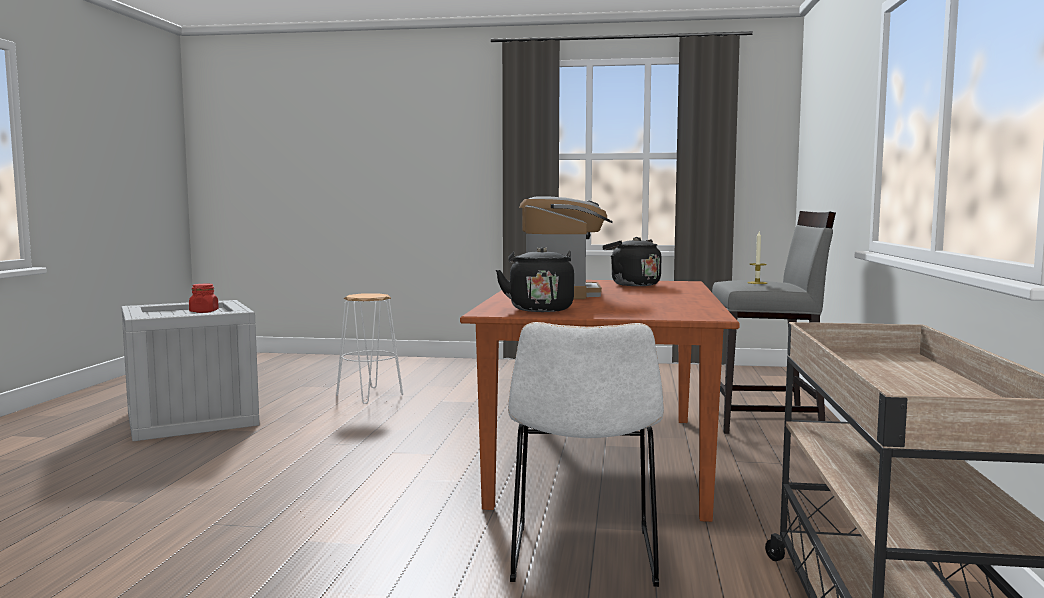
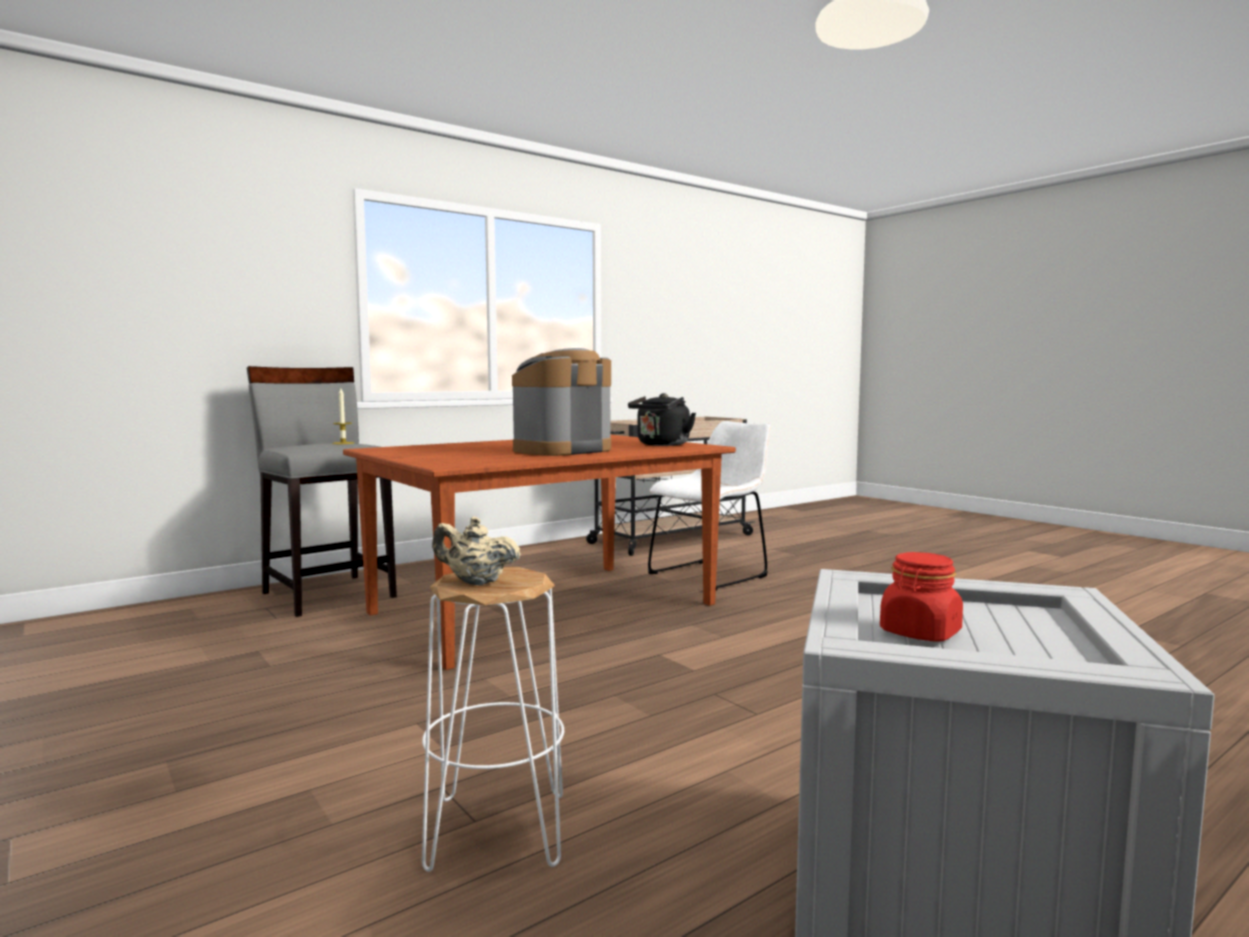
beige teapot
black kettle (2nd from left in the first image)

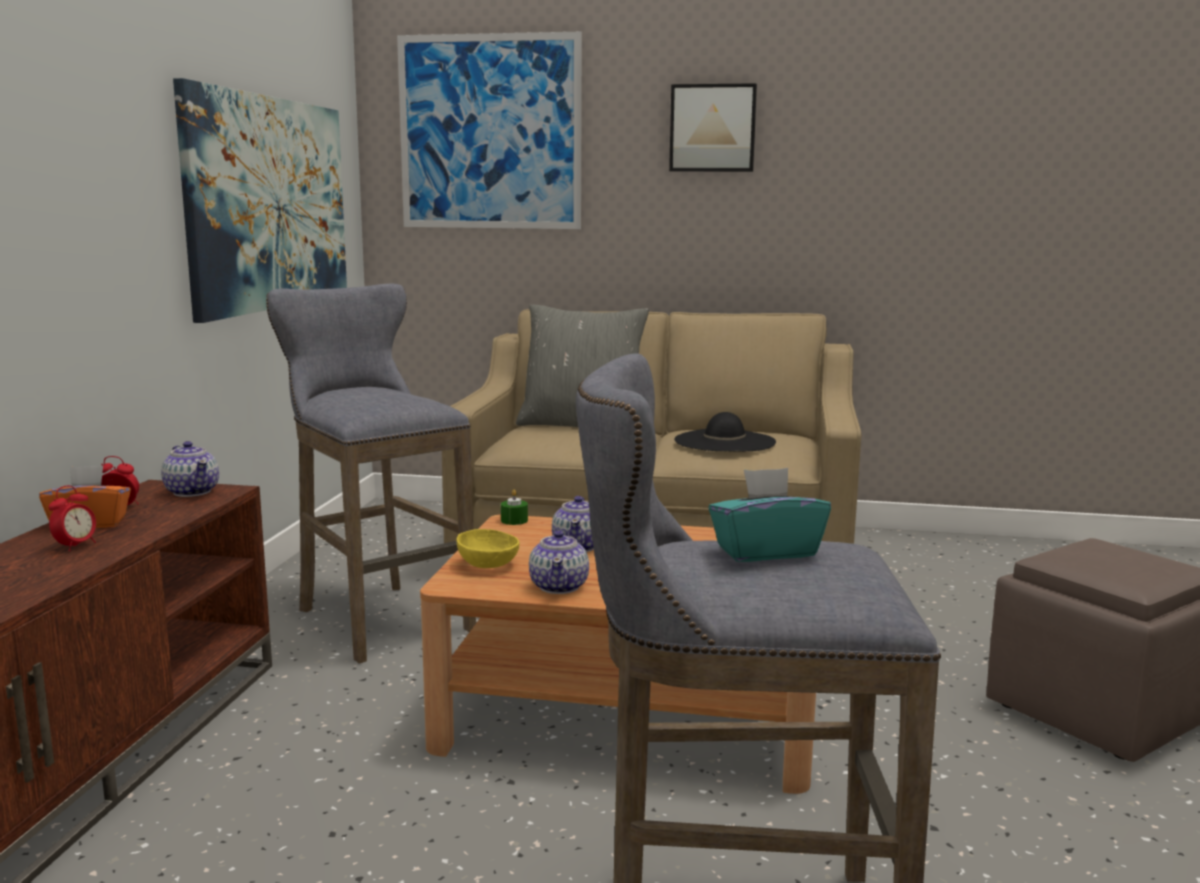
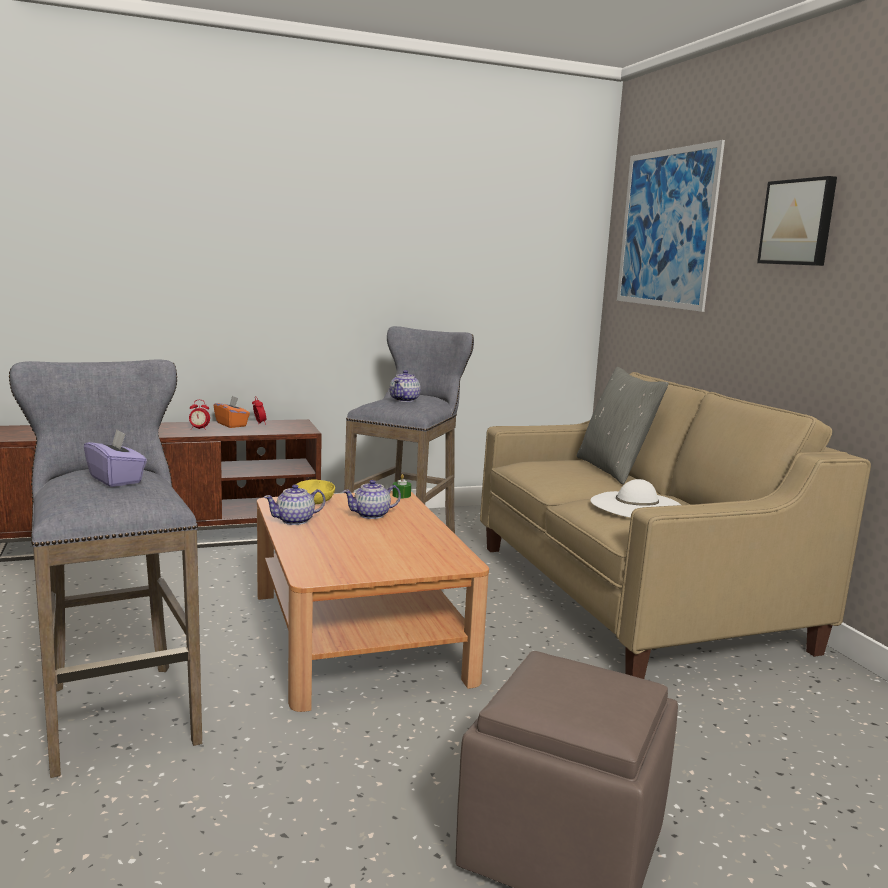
purple tissue box
teapot (3rd from left)
white hat
picture (1st from left in the first image)

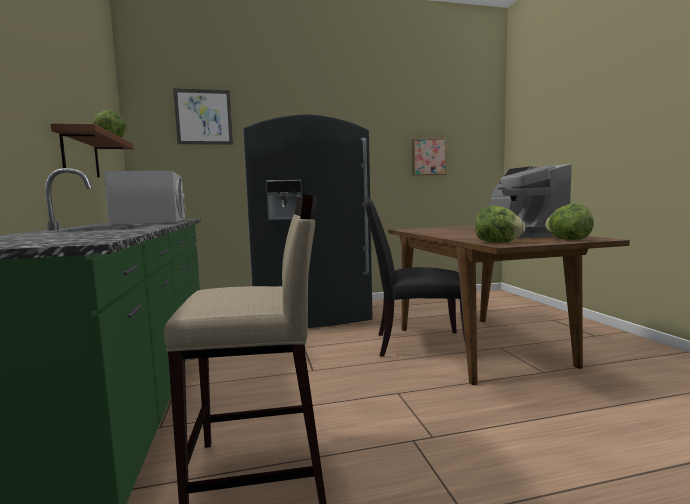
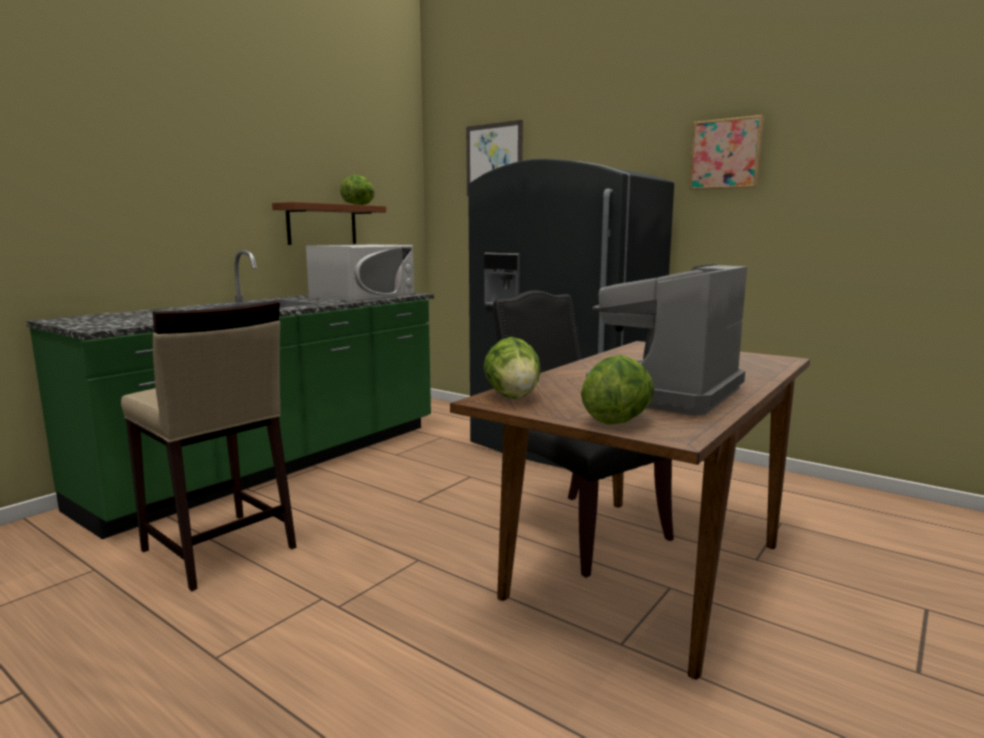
picture (2nd from left)

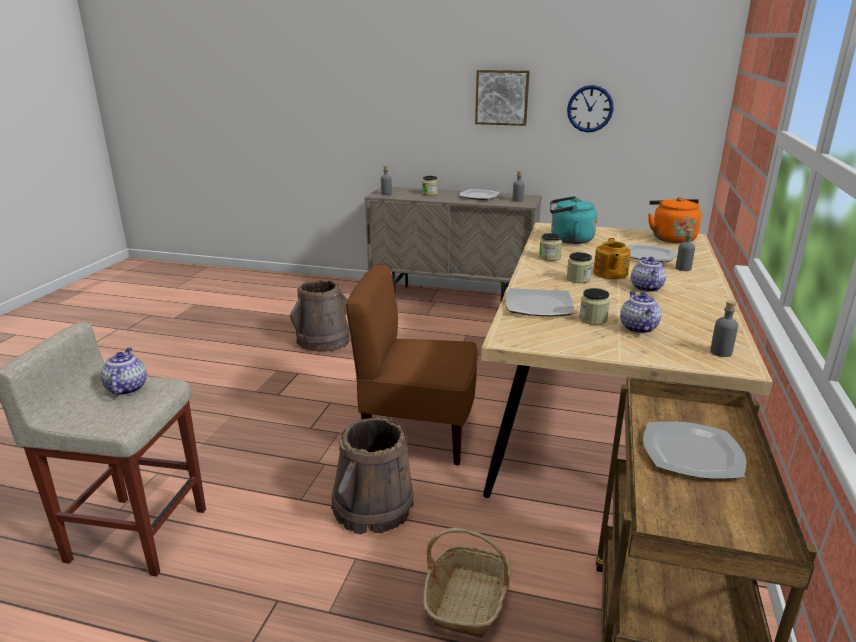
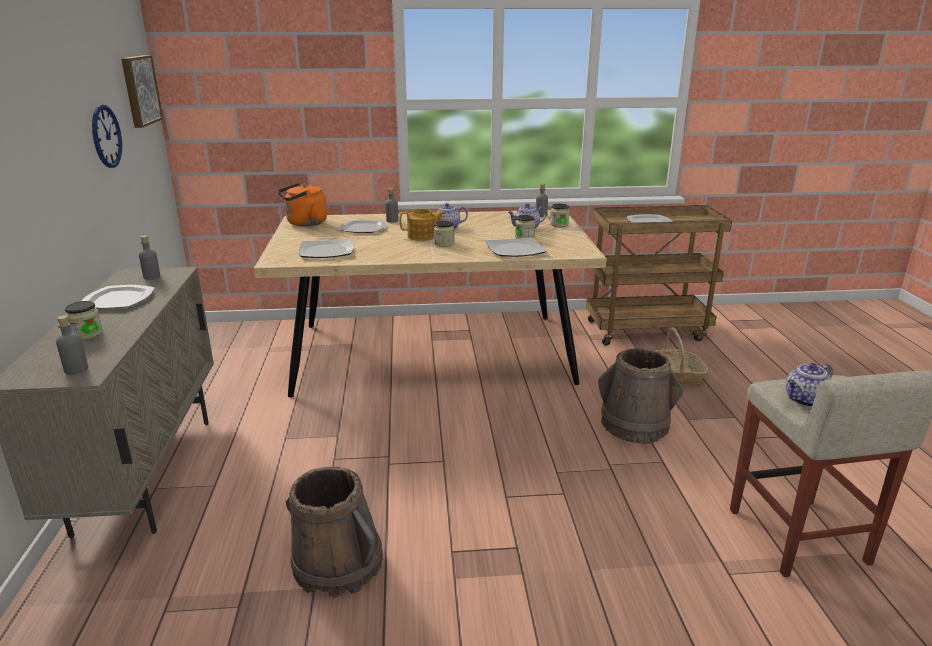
picture
plate (2nd from left)
jar (4th from left)
brown chair

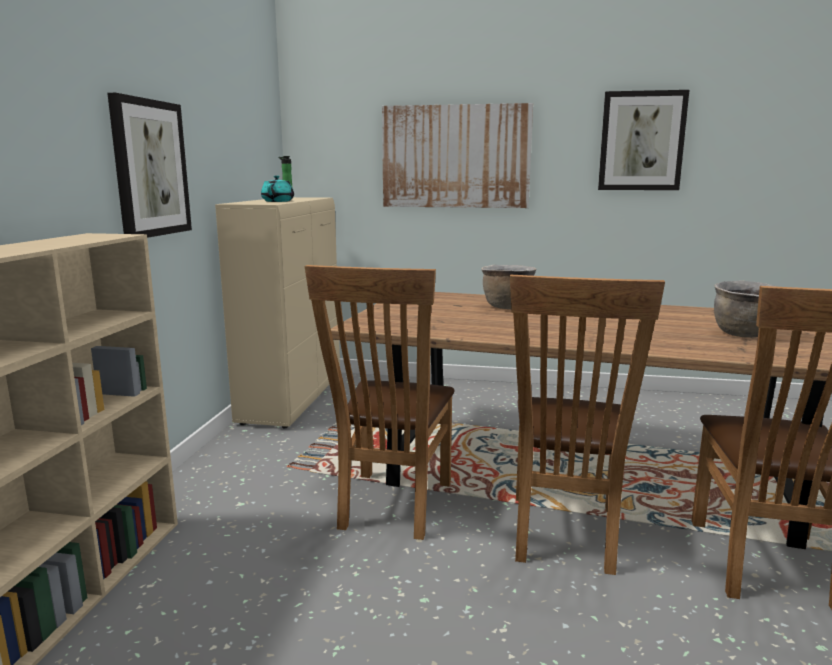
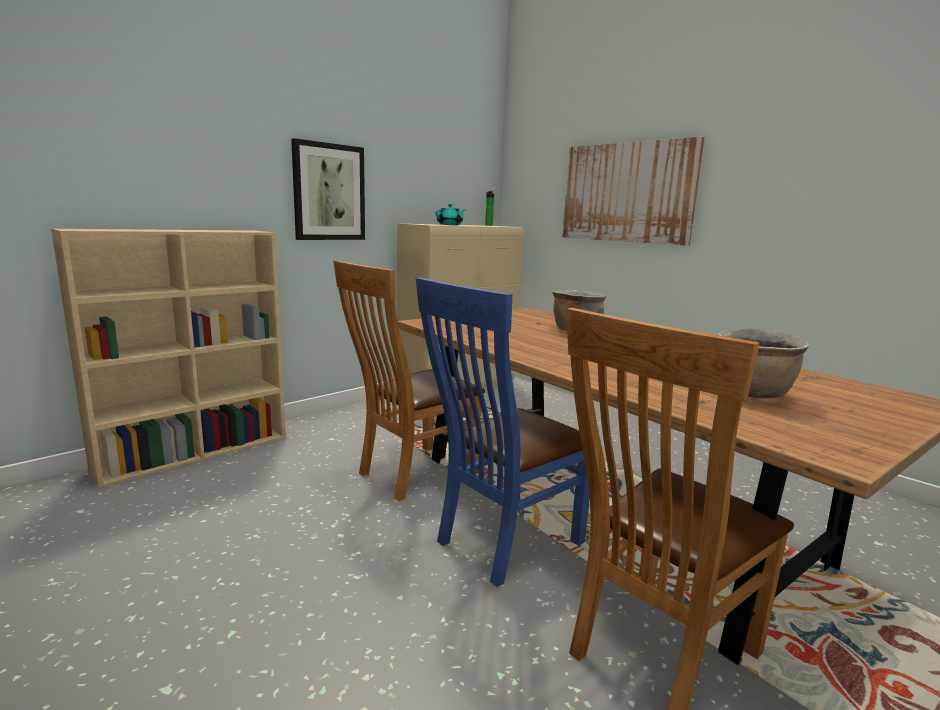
blue chair
picture (3rd from left in the first image)

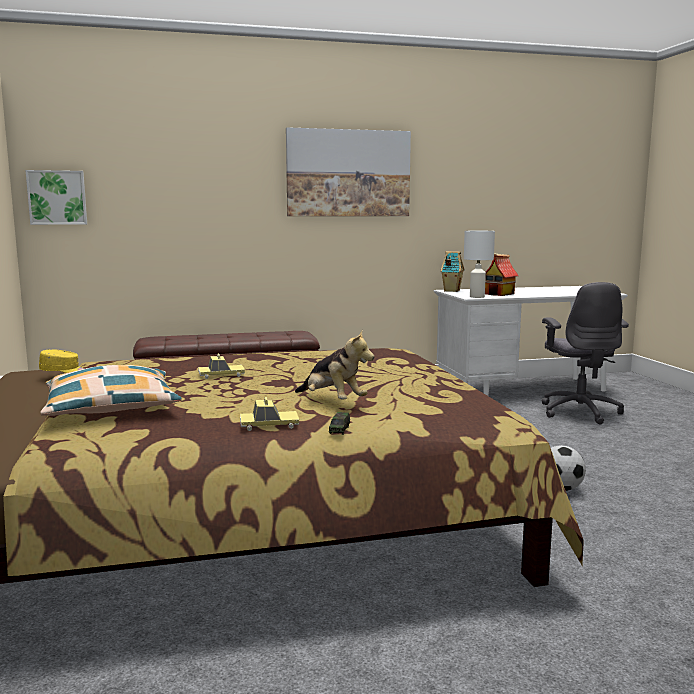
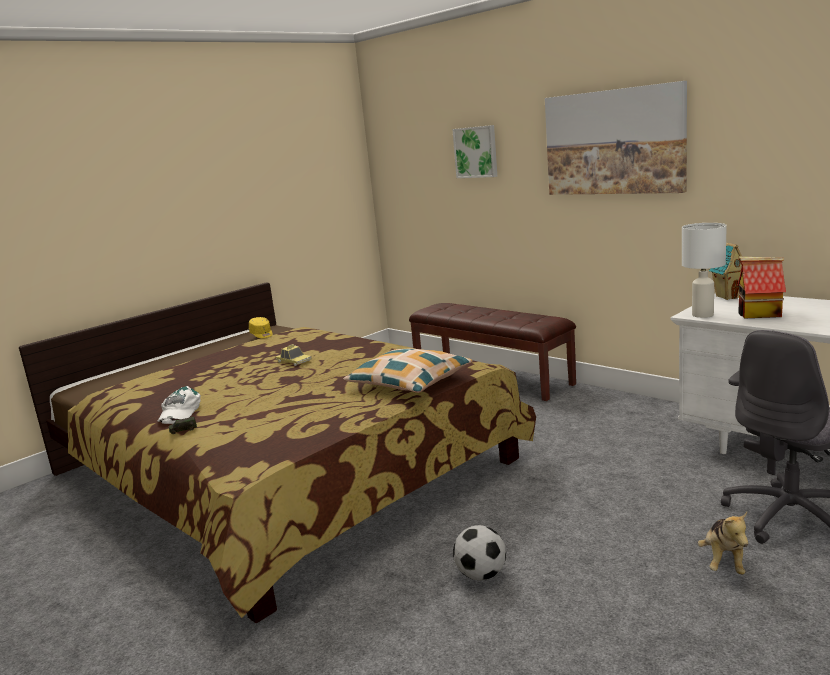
white cap
pillow
picture (1st from left)
plush toy

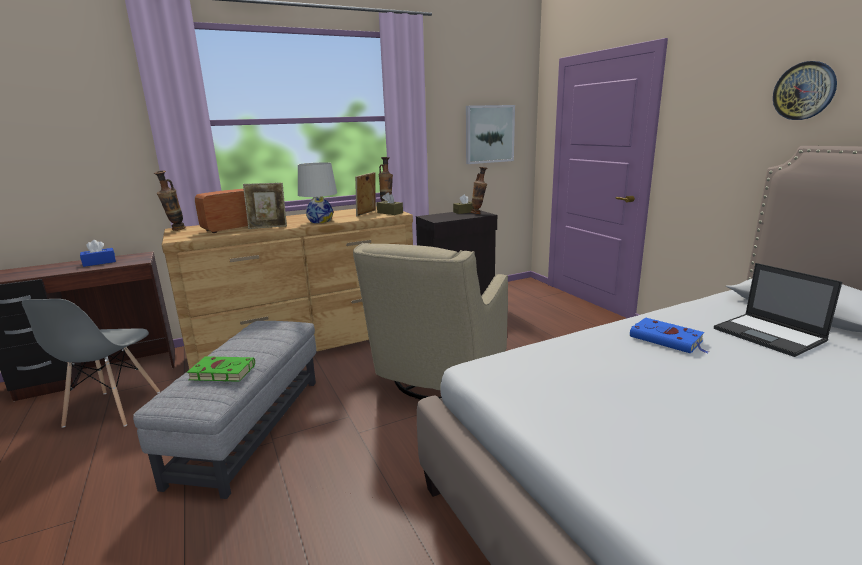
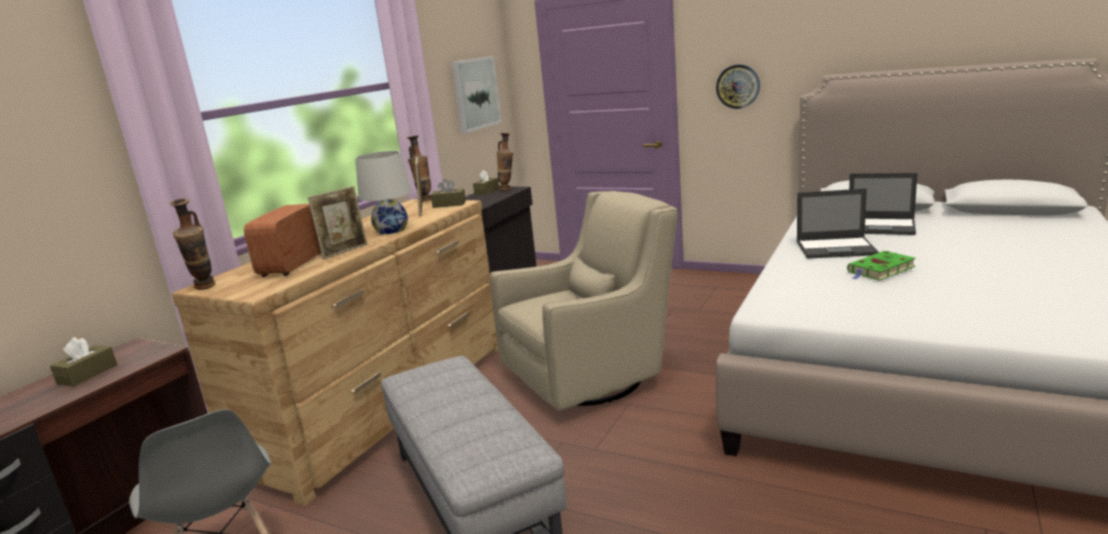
brown tissue box (1st from left)
beige armchair
wall clock
laptop (1st from left)
green book

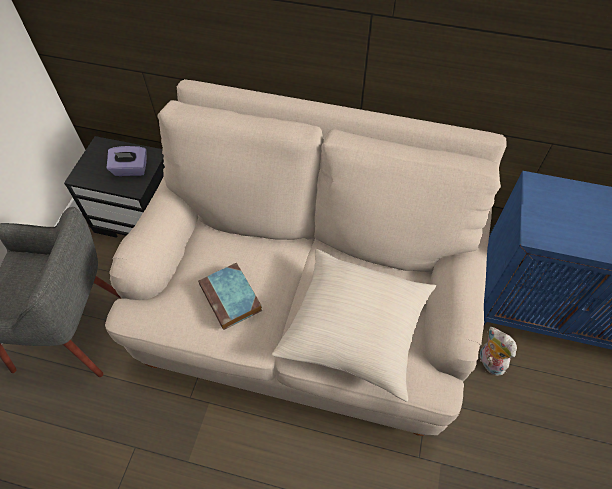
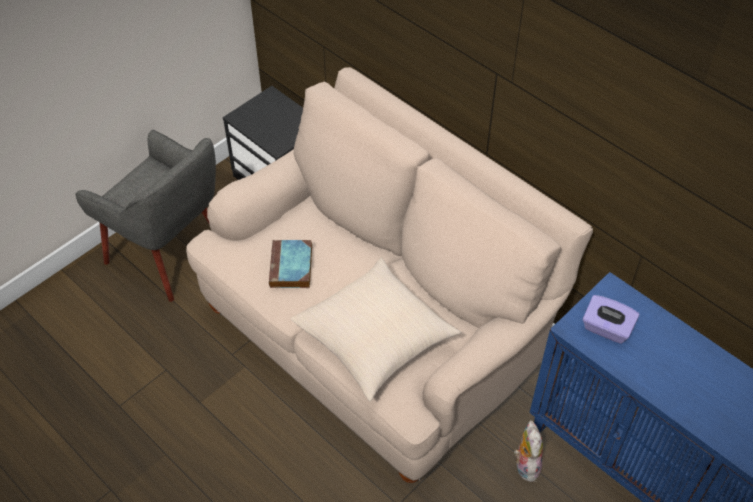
purple tissue box

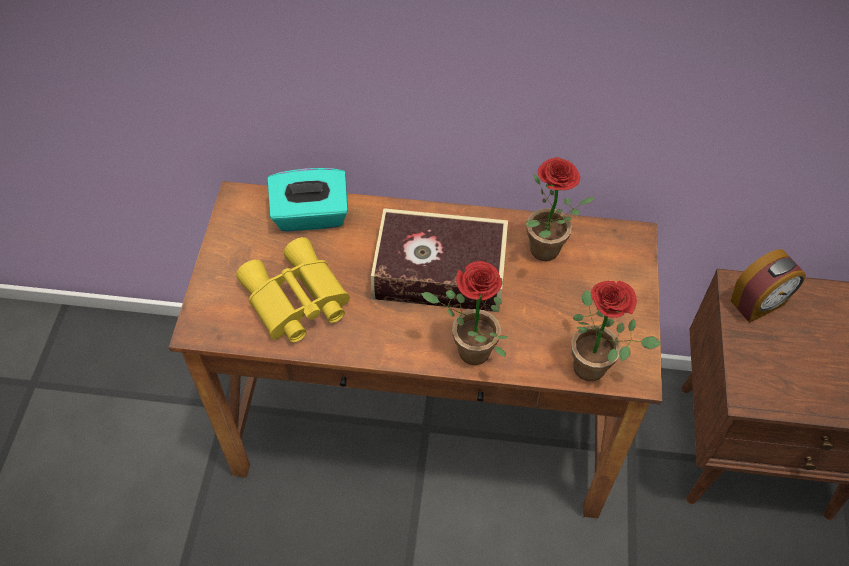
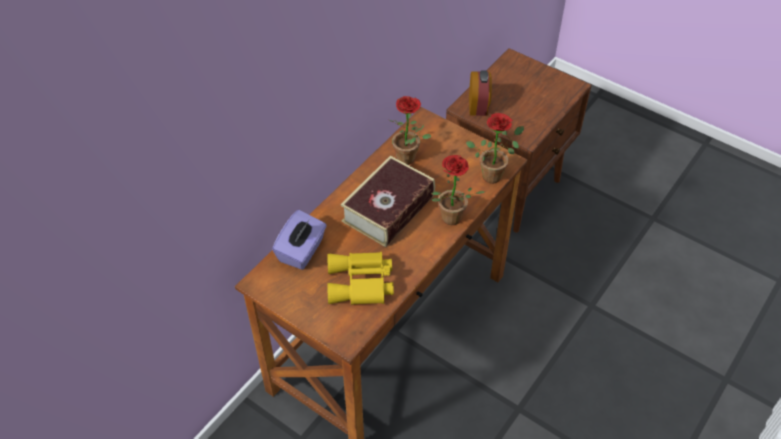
purple tissue box

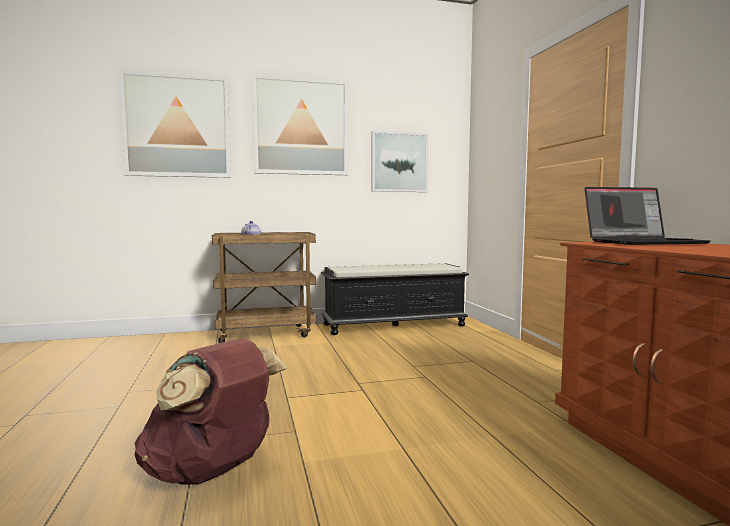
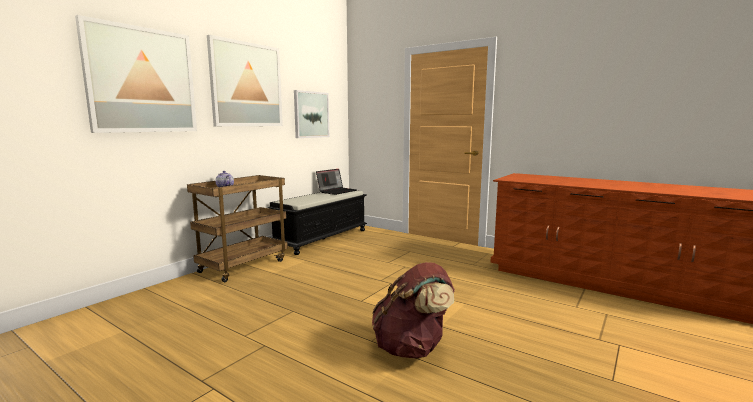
laptop

